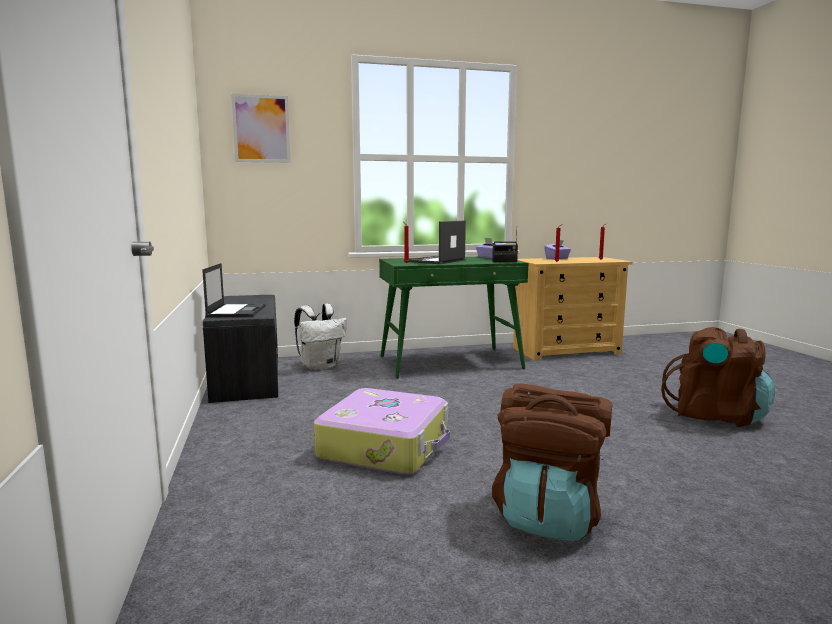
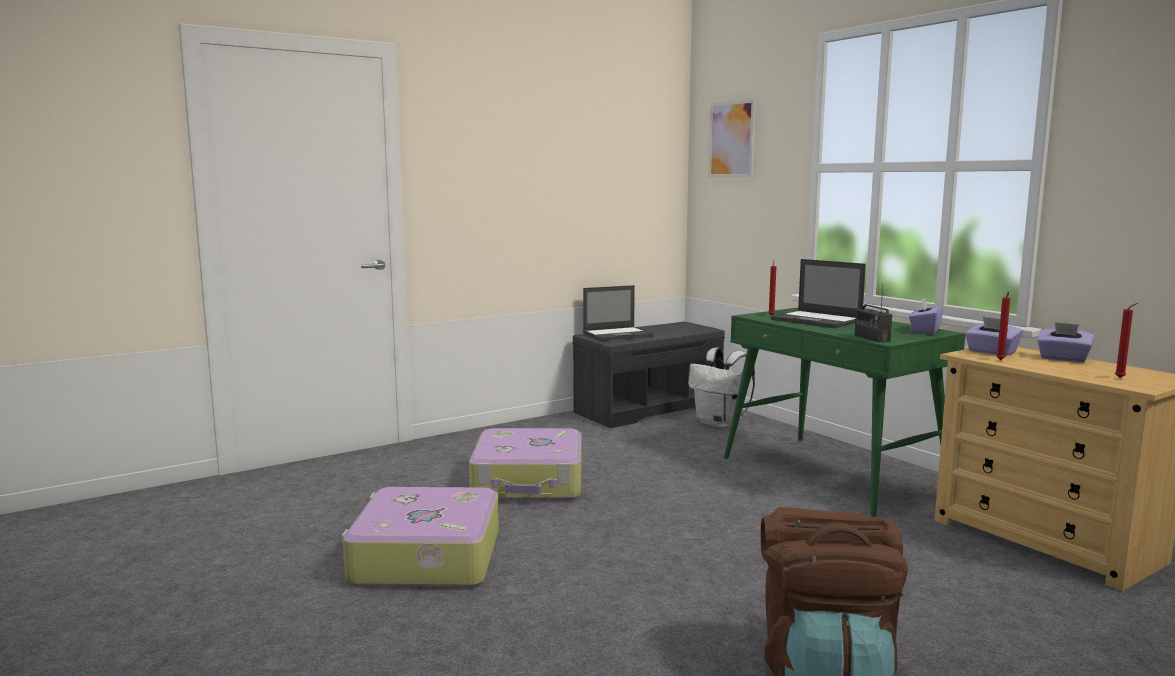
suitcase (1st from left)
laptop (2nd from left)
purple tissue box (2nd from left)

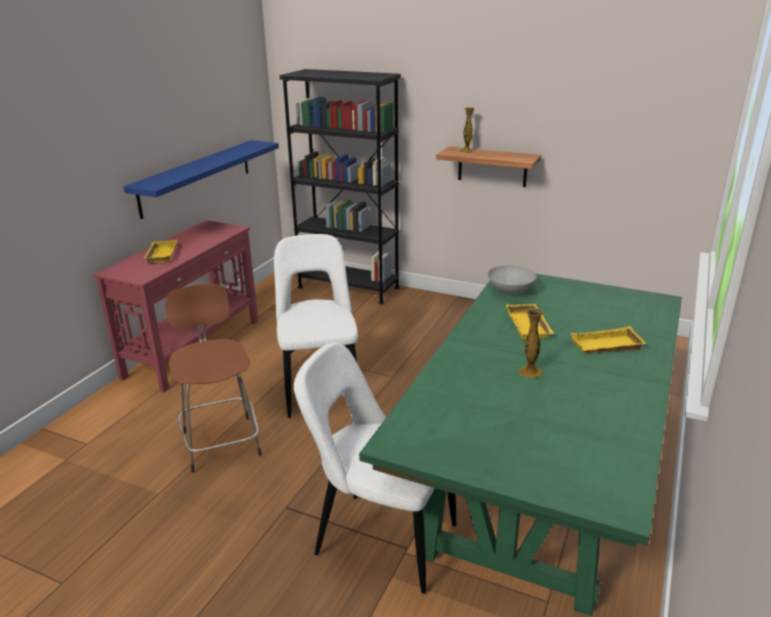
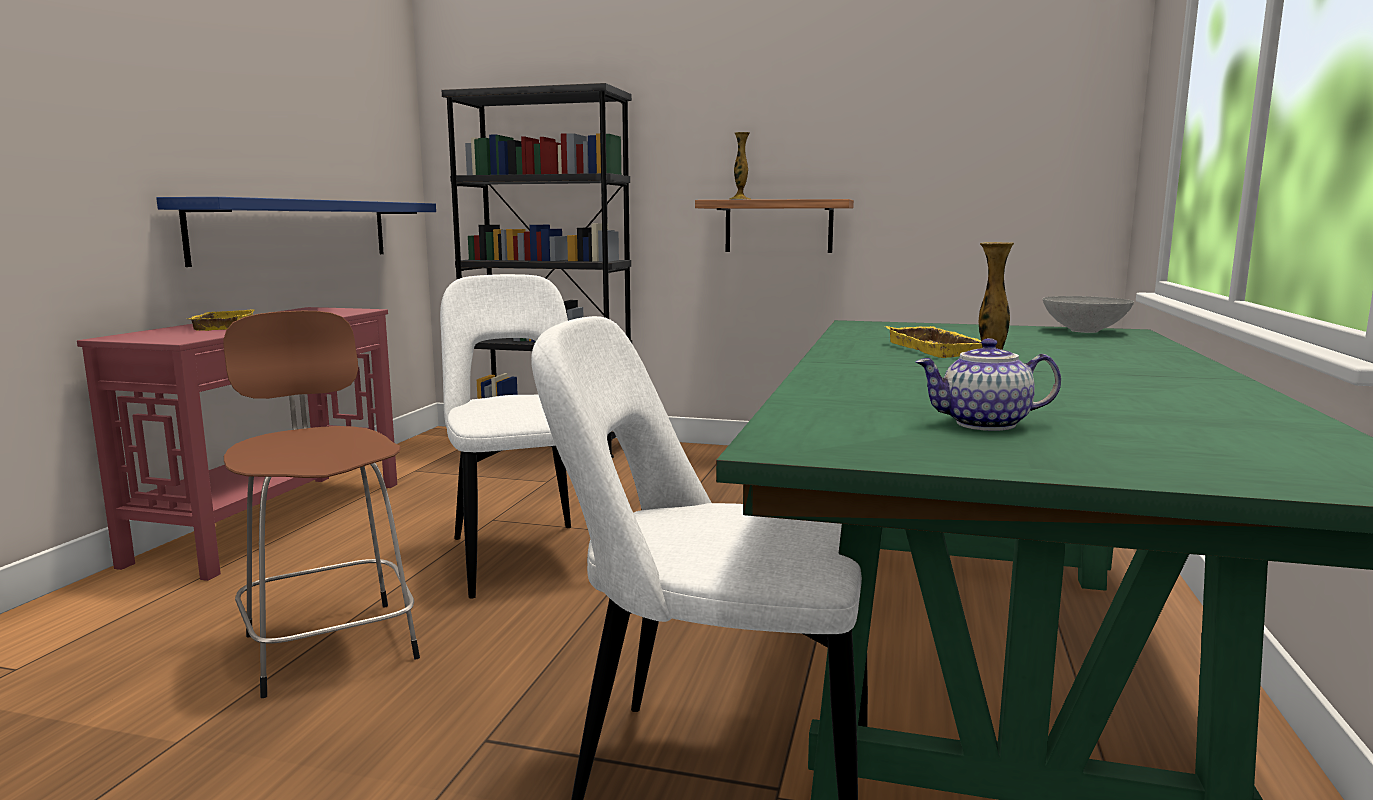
teapot
grey bowl
yellow tray (3rd from left in the first image)

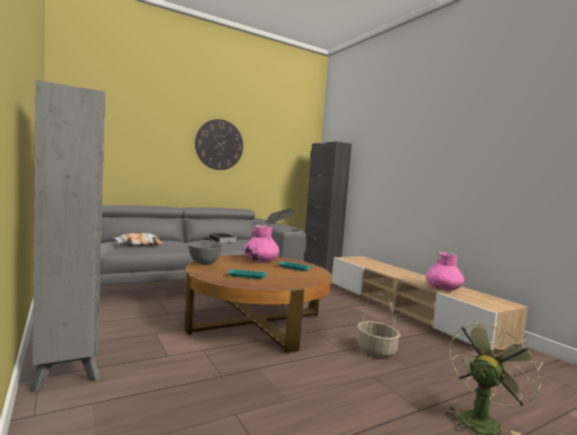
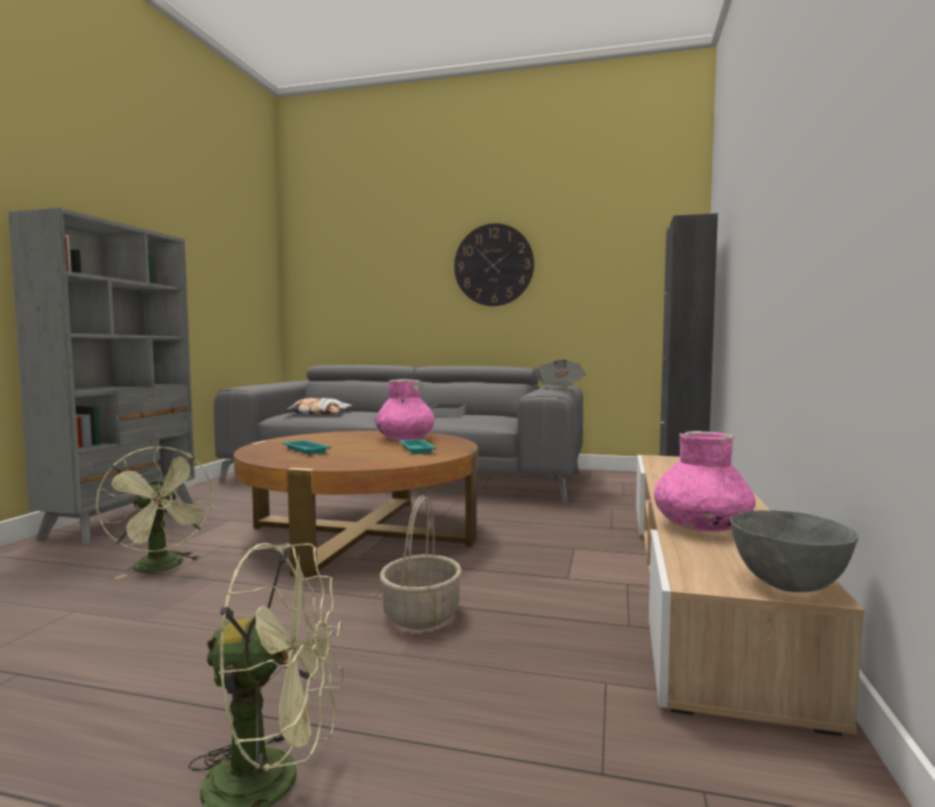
green fan (1st from left)
grey bowl

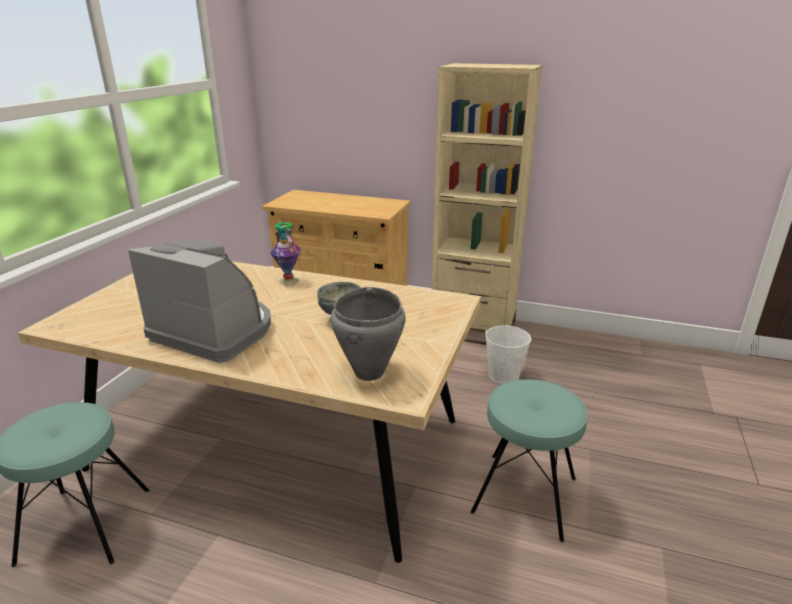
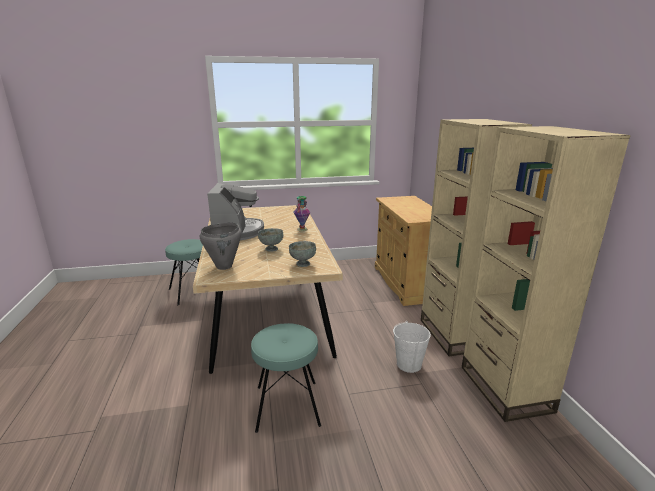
grey bowl (2nd from left)
beige bookcase (2nd from left)

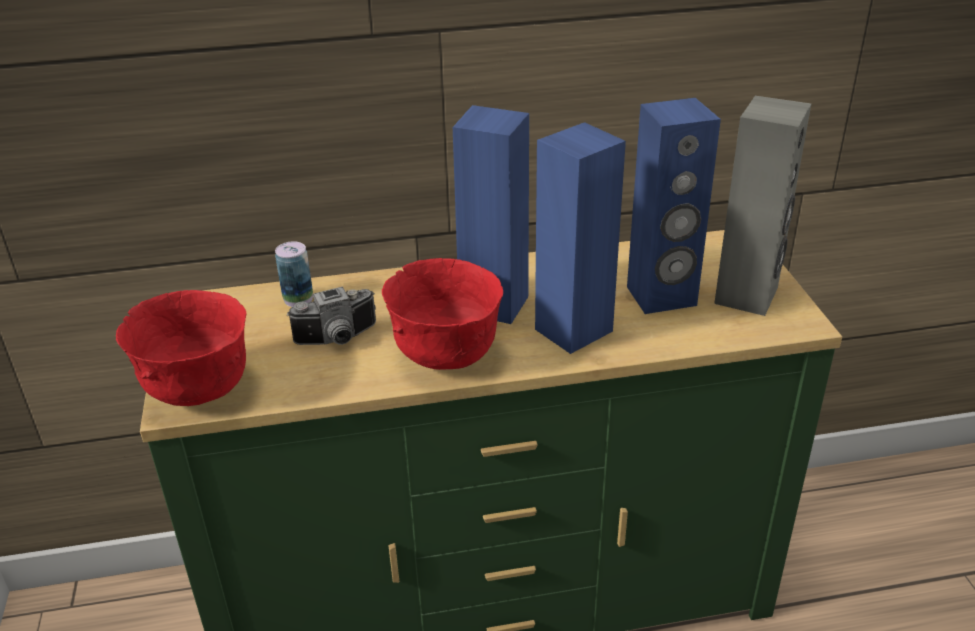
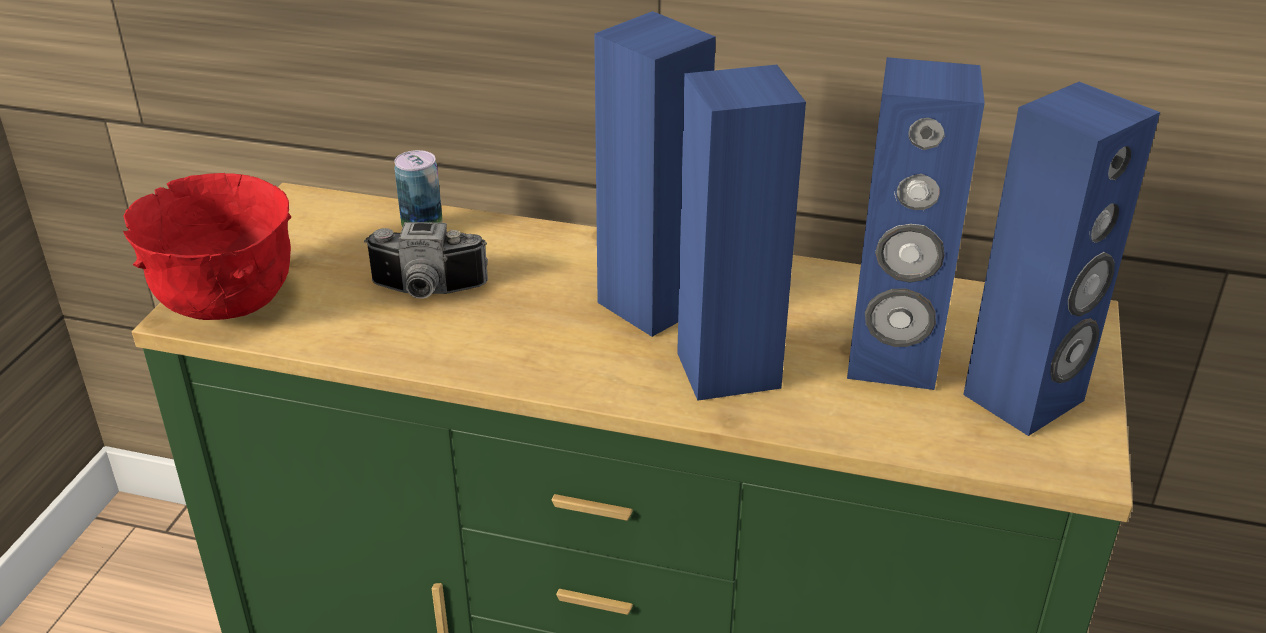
blue speaker (4th from left)
red bowl (2nd from left in the first image)

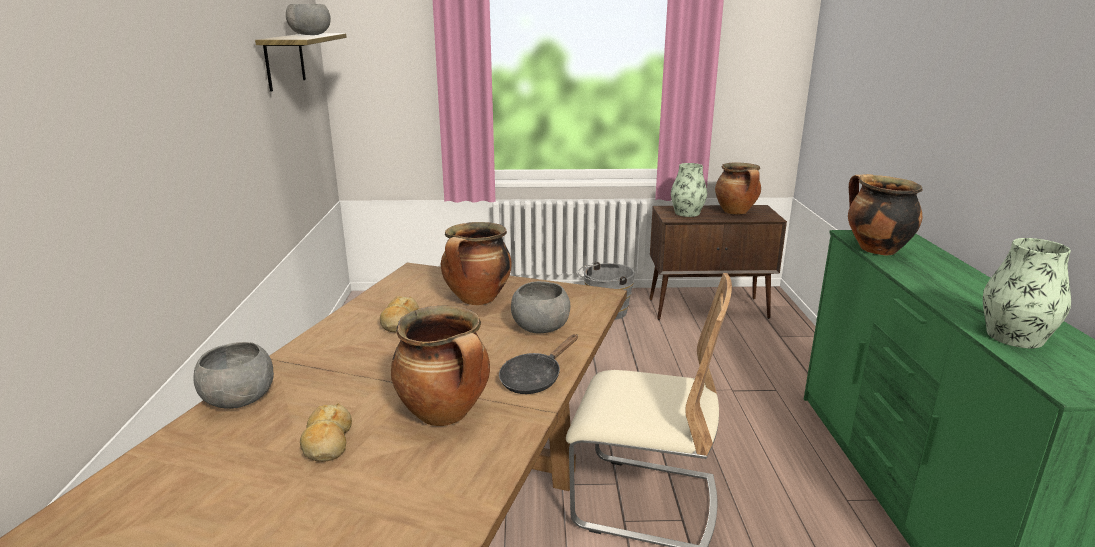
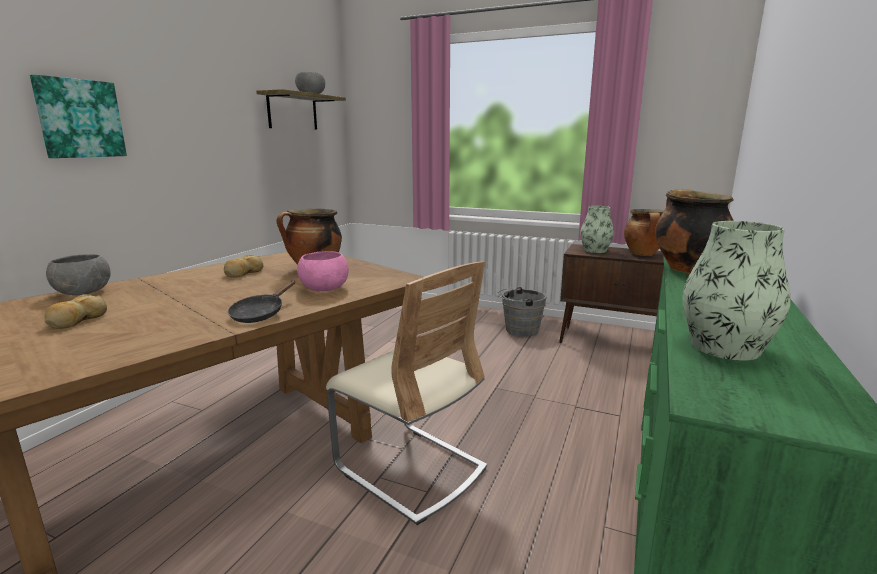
picture
black frying pan
pink bowl
cooking pot (1st from left in the first image)

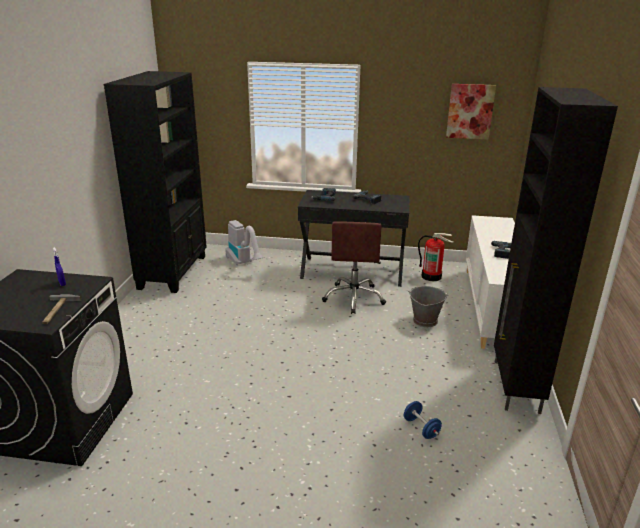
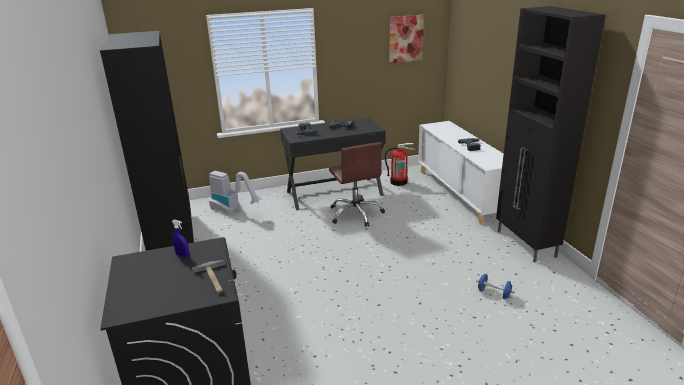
grey bucket

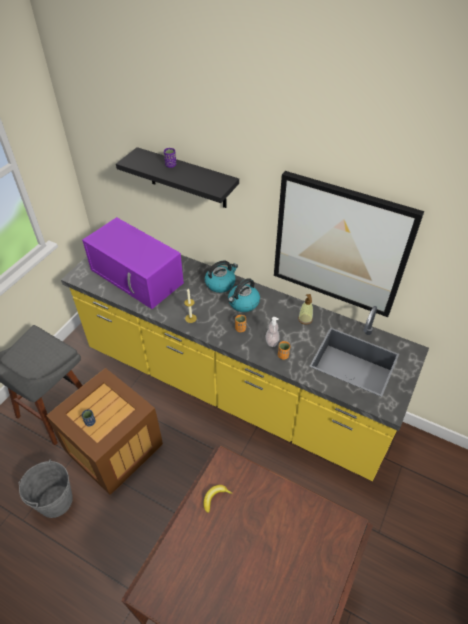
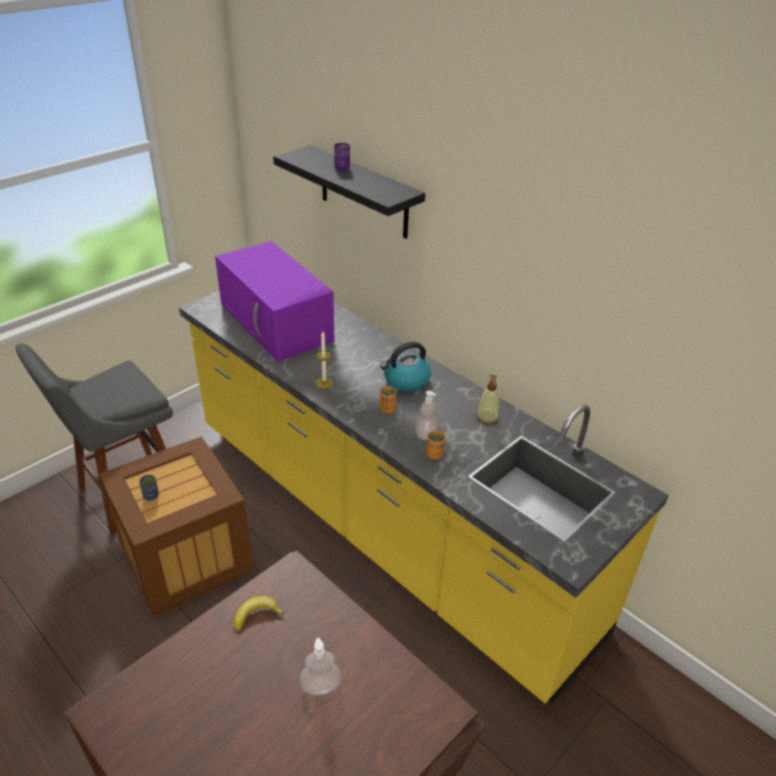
soap dispenser (1st from left)
grey bucket
kettle (1st from left in the first image)
picture

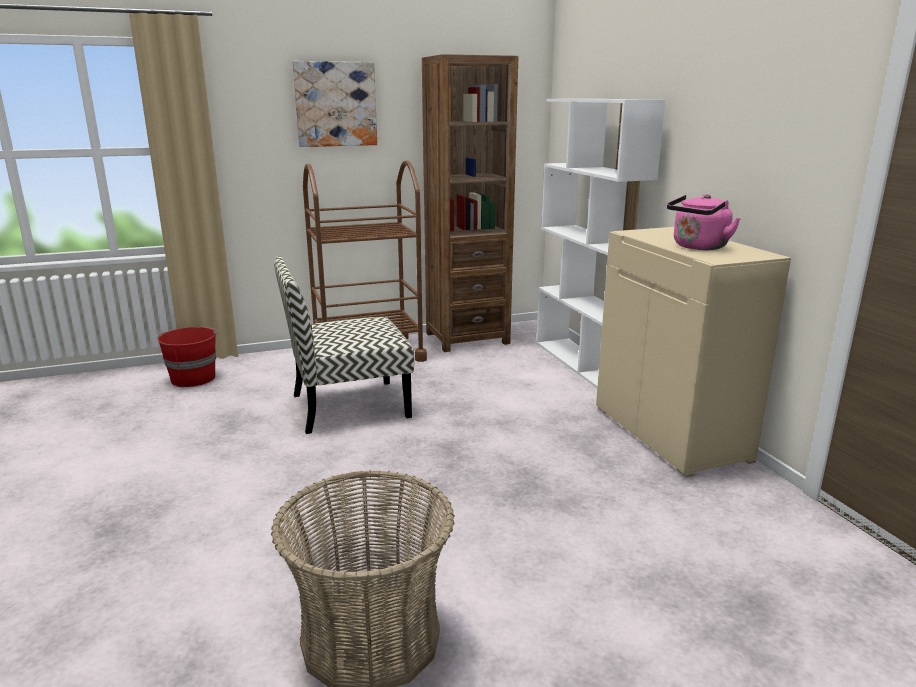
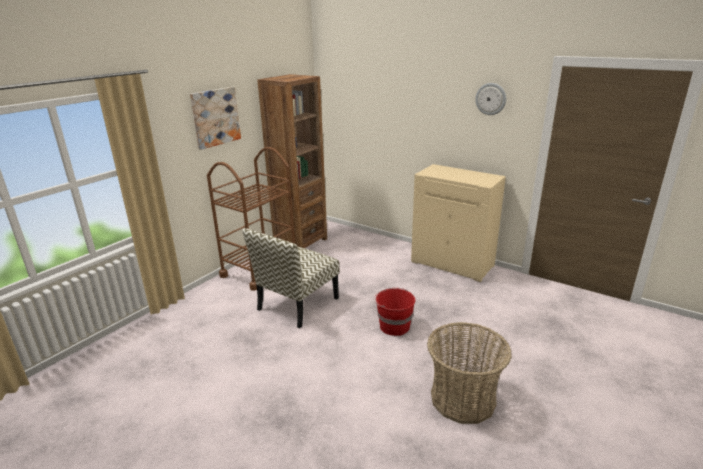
red bucket
wall clock
white bookcase
pink kettle

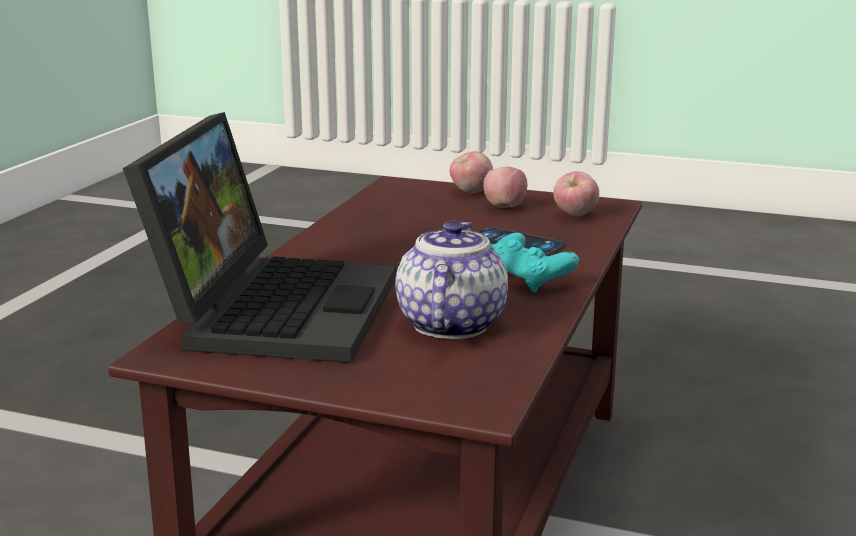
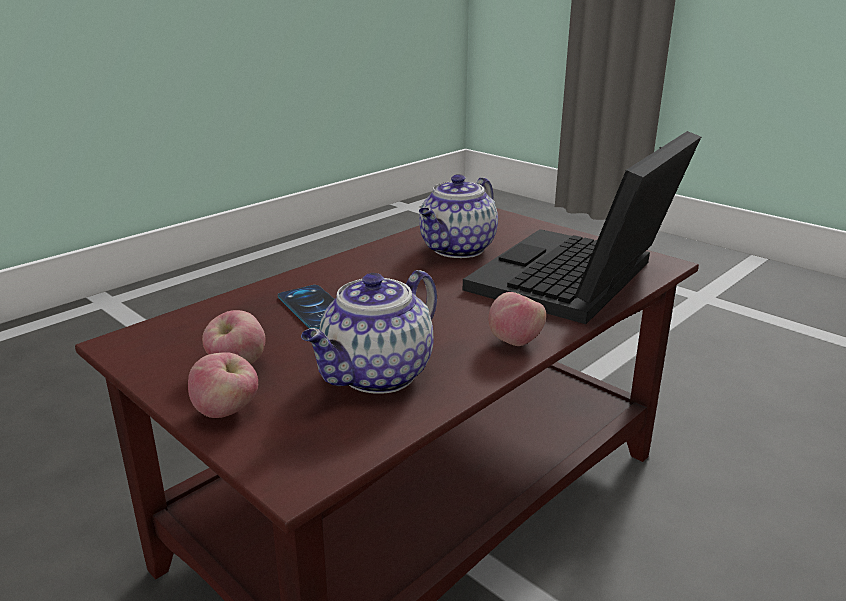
teapot (1st from left)
apple (3rd from left)
turquoise game controller

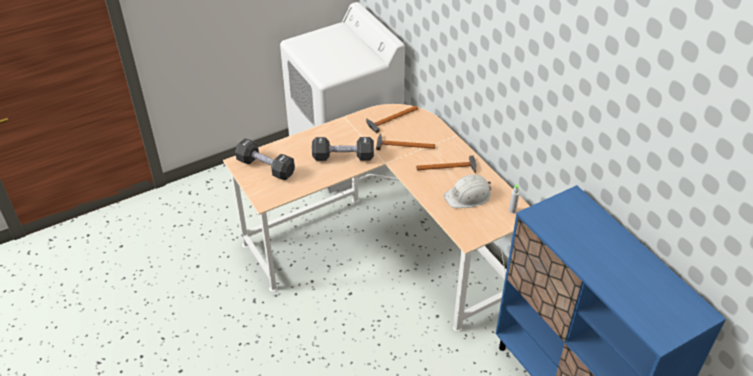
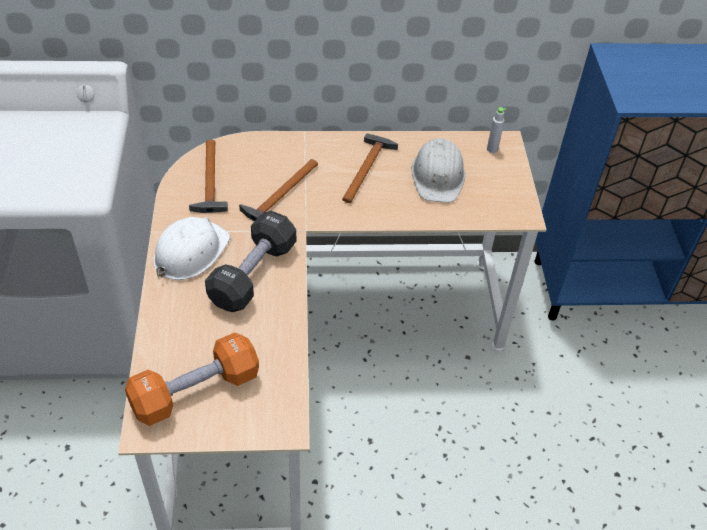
orange dumbbell
white hard hat (1st from left)

